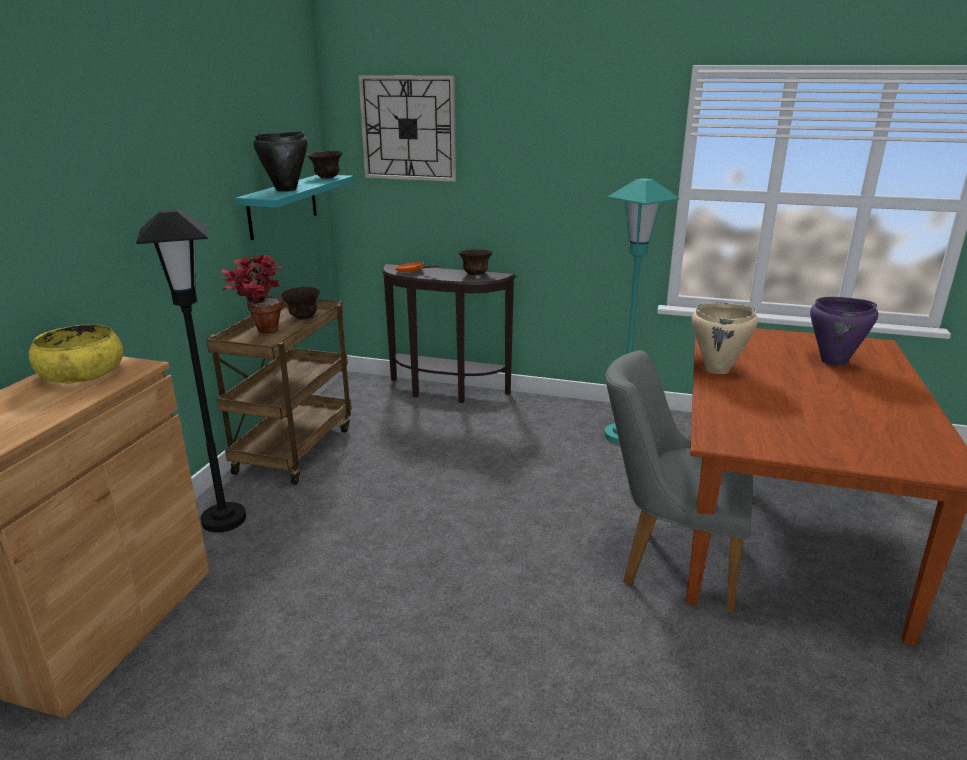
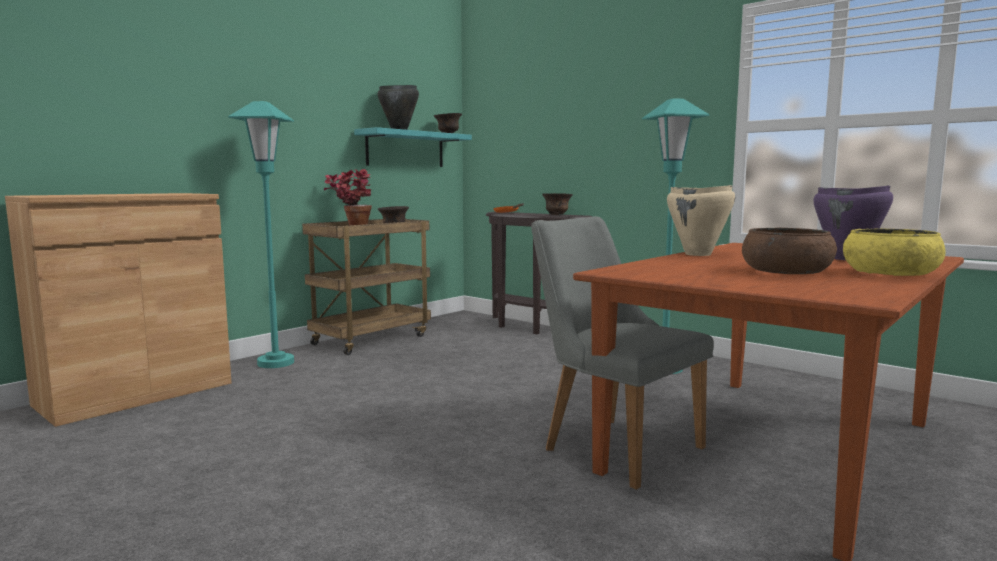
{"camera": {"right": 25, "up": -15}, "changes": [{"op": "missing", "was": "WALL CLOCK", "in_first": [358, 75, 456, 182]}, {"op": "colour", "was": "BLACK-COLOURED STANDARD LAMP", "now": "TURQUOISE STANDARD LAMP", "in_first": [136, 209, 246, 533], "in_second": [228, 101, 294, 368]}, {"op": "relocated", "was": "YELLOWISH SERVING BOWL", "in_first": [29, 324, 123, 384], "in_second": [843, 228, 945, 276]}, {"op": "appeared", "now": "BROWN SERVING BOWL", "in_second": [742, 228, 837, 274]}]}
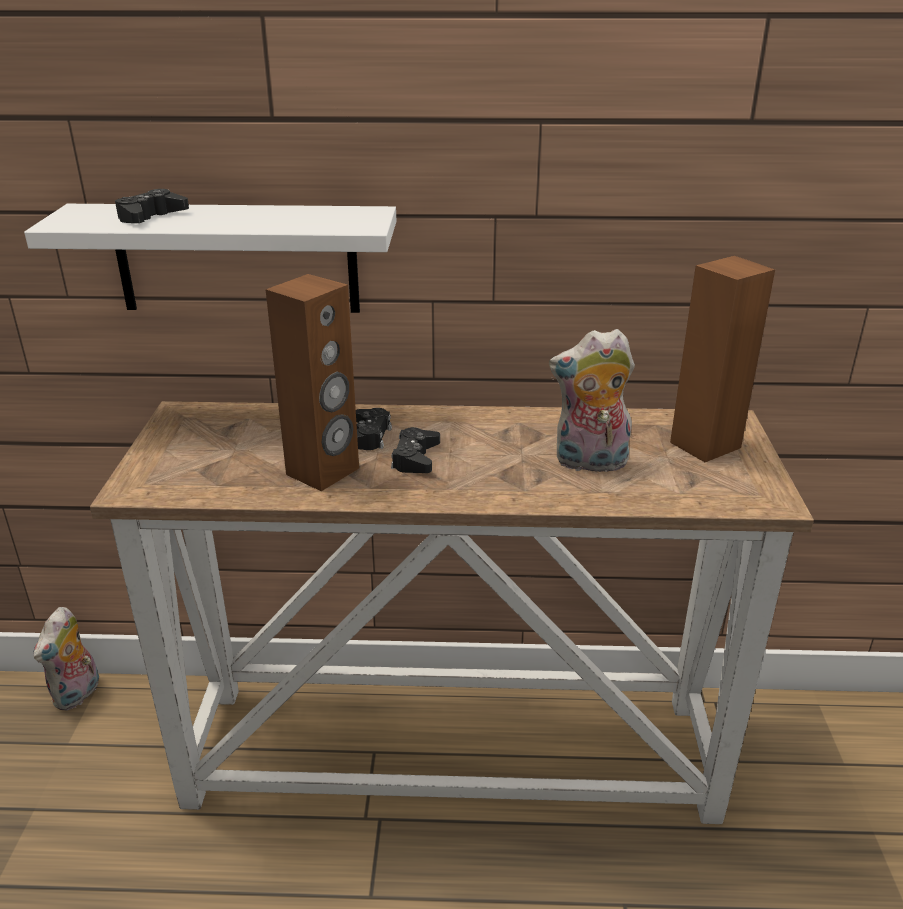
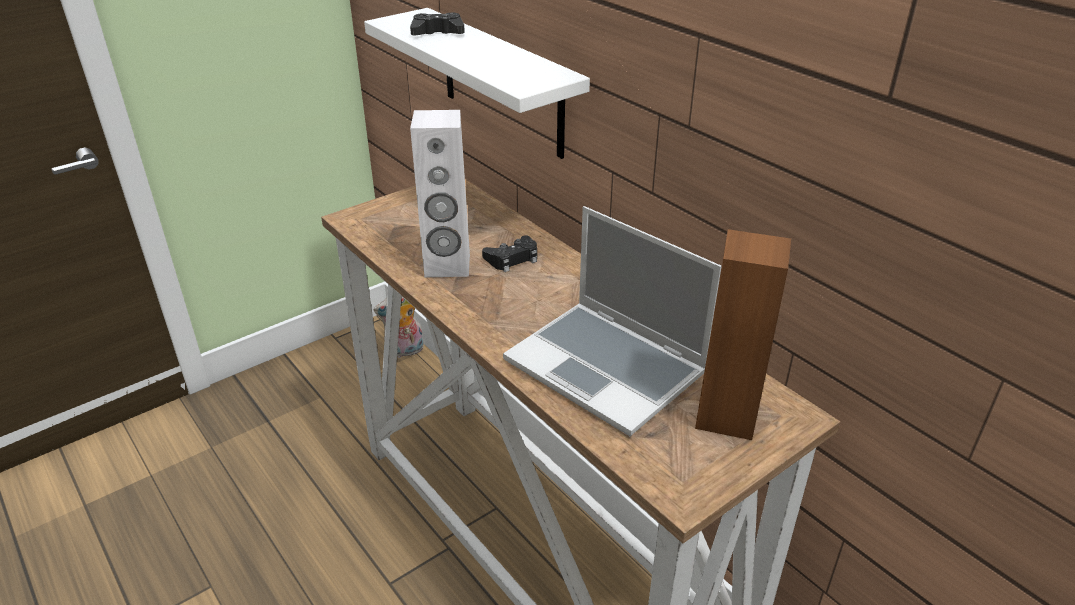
{"camera": {"right": 50, "up": 5}, "changes": [{"op": "colour", "was": "BROWN AUDIO SPEAKER", "now": "WHITISH AUDIO SPEAKER", "in_first": [265, 274, 359, 491], "in_second": [410, 110, 470, 277]}, {"op": "exchanged", "was": "PLUSH TOY", "now": "NOTEBOOK COMPUTER", "in_first": [549, 329, 635, 476], "in_second": [503, 206, 722, 436]}, {"op": "missing", "was": "BLACK-COLOURED JOYPAD", "in_first": [391, 427, 440, 473]}]}
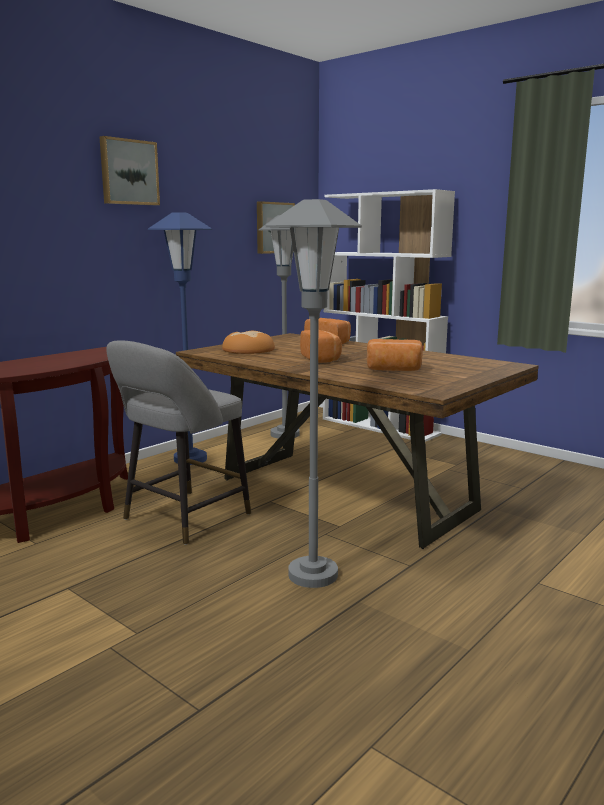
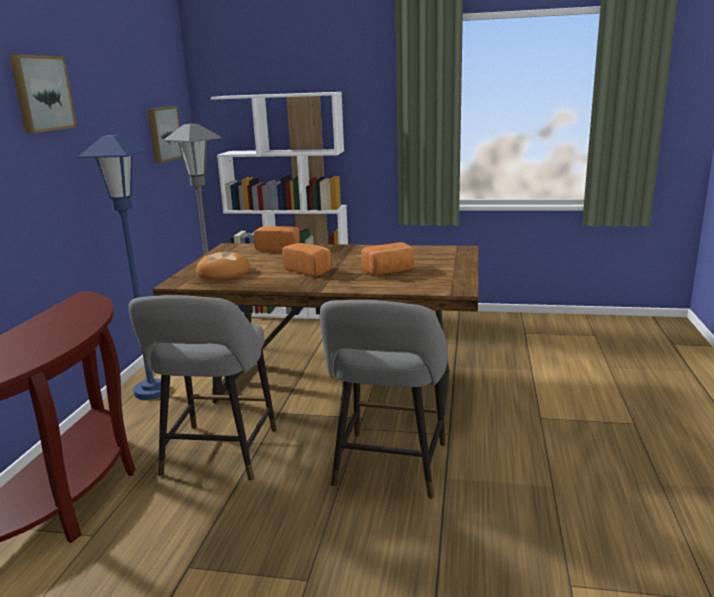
{"camera": {"right": -30, "up": 5}, "changes": [{"op": "exchanged", "was": "GREY STANDARD LAMP", "now": "GREY STOOL SEAT", "in_first": [266, 199, 362, 588], "in_second": [320, 300, 448, 499]}]}
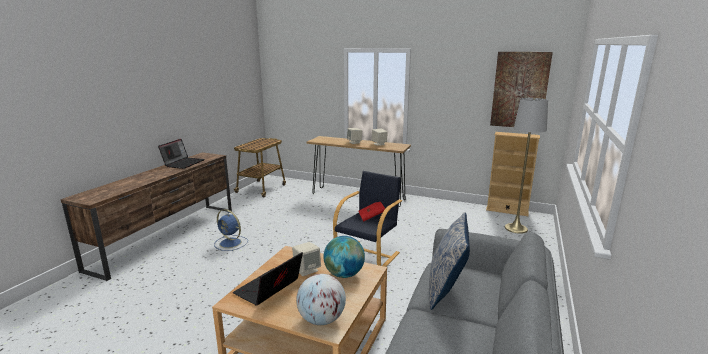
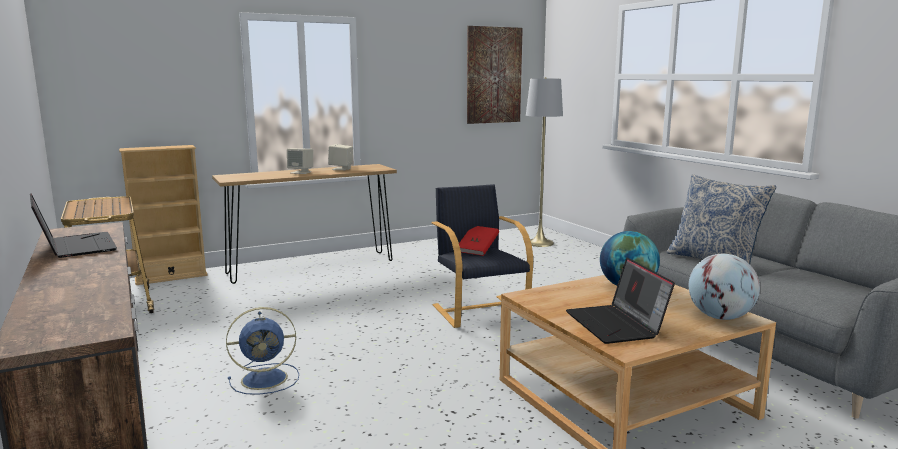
{"camera": {"right": -50, "up": -5}, "changes": [{"op": "relocated", "was": "BEIGE-COLOURED SHELVING UNIT", "in_first": [486, 132, 540, 216], "in_second": [119, 145, 208, 285]}, {"op": "missing", "was": "BEIGE-COLOURED AUDIO SPEAKER", "in_first": [292, 242, 321, 276]}]}
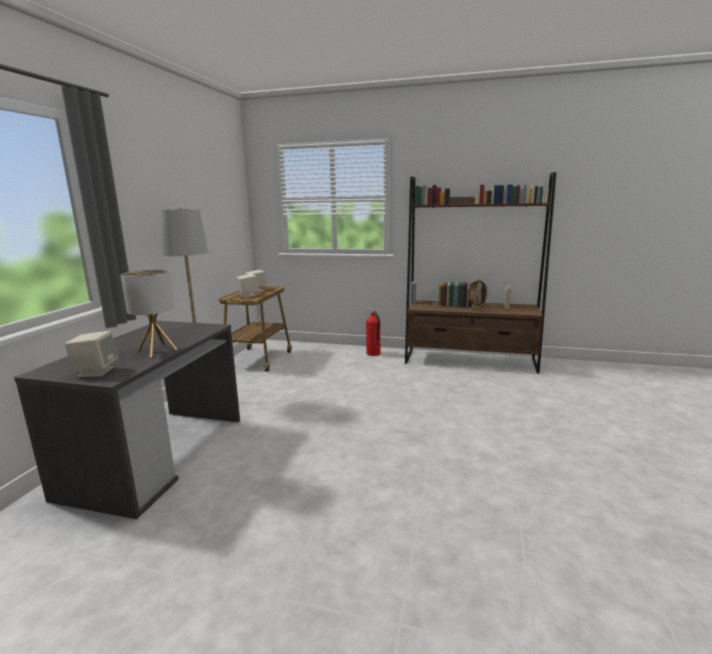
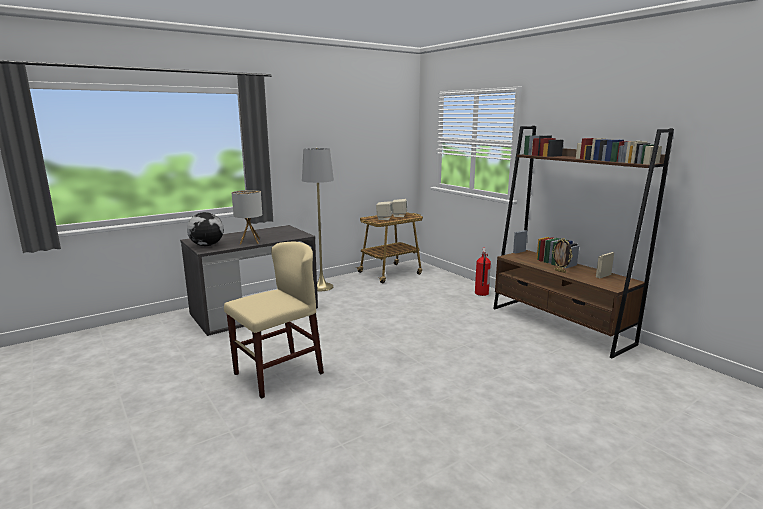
{"camera": {"right": 40, "up": 0}, "changes": [{"op": "exchanged", "was": "BEIGE-COLOURED AUDIO SPEAKER", "now": "DESK GLOBE", "in_first": [65, 331, 118, 377], "in_second": [187, 212, 224, 246]}, {"op": "appeared", "now": "BEIGE-COLOURED UPRIGHT CHAIR", "in_second": [224, 242, 324, 399]}]}
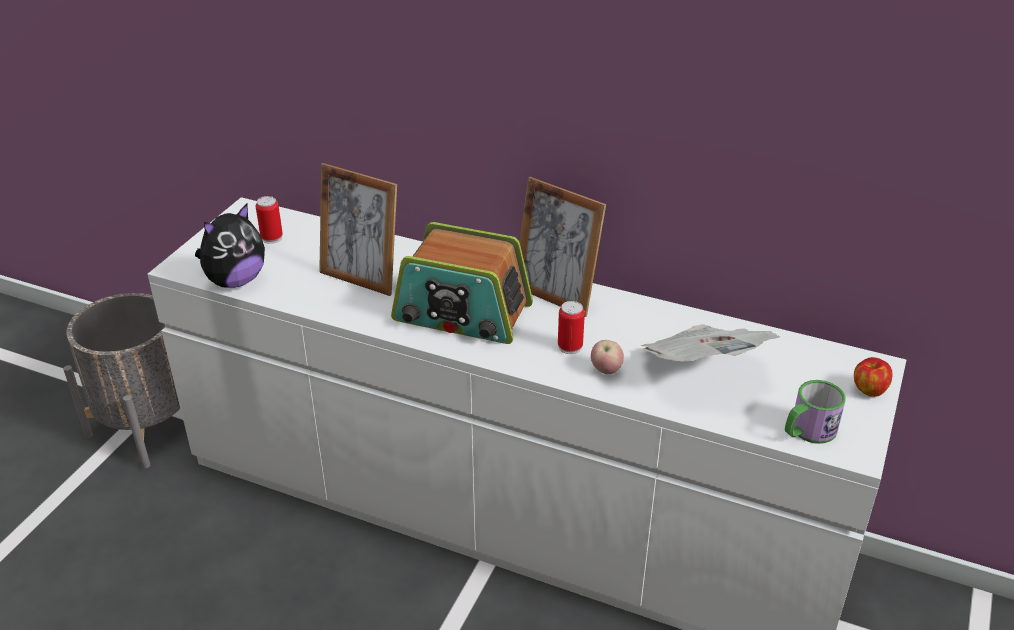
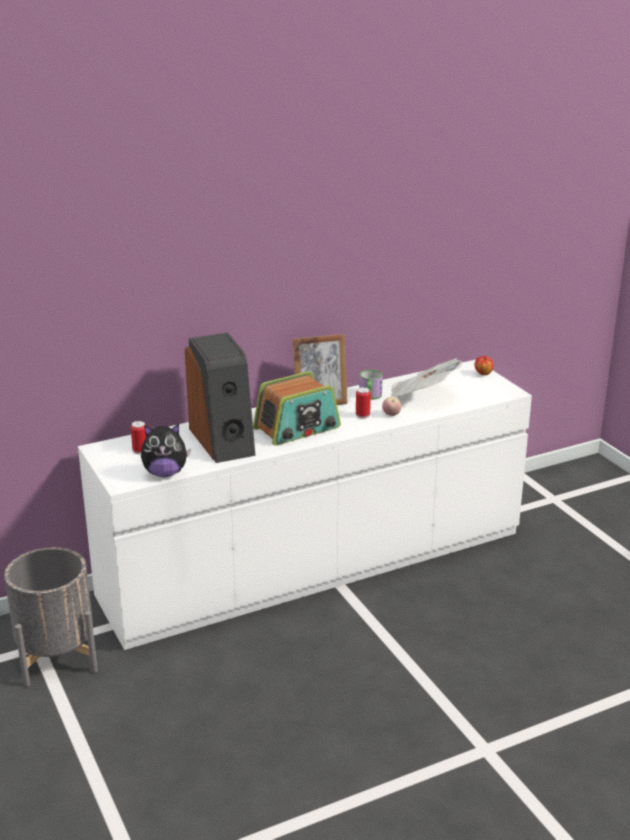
{"camera": {"right": -50, "up": -10}, "changes": [{"op": "exchanged", "was": "PHOTO FRAME", "now": "AUDIO SPEAKER", "in_first": [319, 163, 397, 296], "in_second": [185, 333, 256, 463]}, {"op": "spun", "was": "PLUSH TOY", "in_first": [195, 204, 265, 288], "in_second": [141, 424, 191, 477], "clockwise": 90}, {"op": "relocated", "was": "COFFEE MUG", "in_first": [785, 380, 846, 444], "in_second": [359, 370, 383, 400]}]}
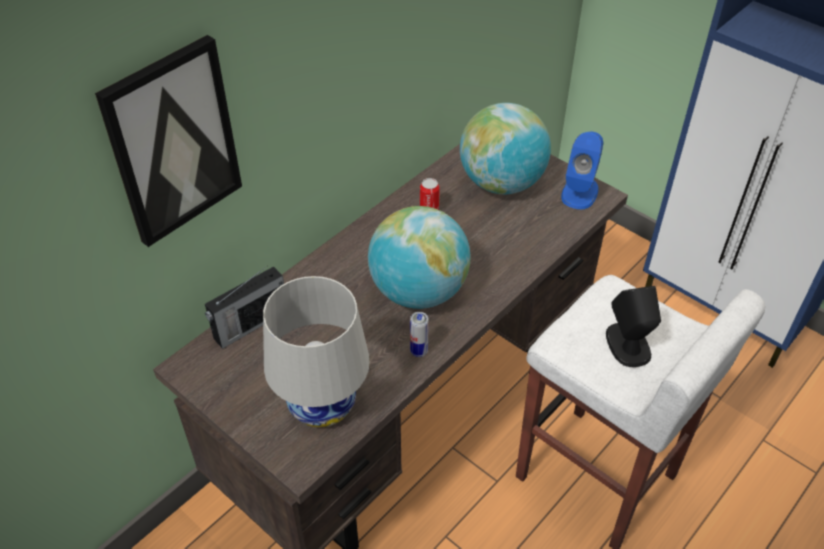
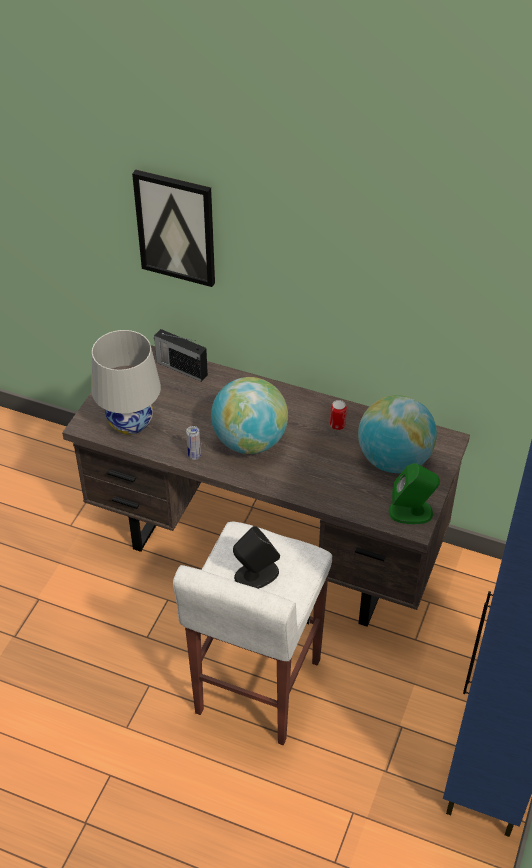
{"camera": {"right": 70, "up": 0}, "changes": [{"op": "colour", "was": "BLUISH AUDIO SPEAKER", "now": "GREEN-COLOURED AUDIO SPEAKER", "in_first": [561, 131, 603, 209], "in_second": [389, 463, 440, 524]}]}
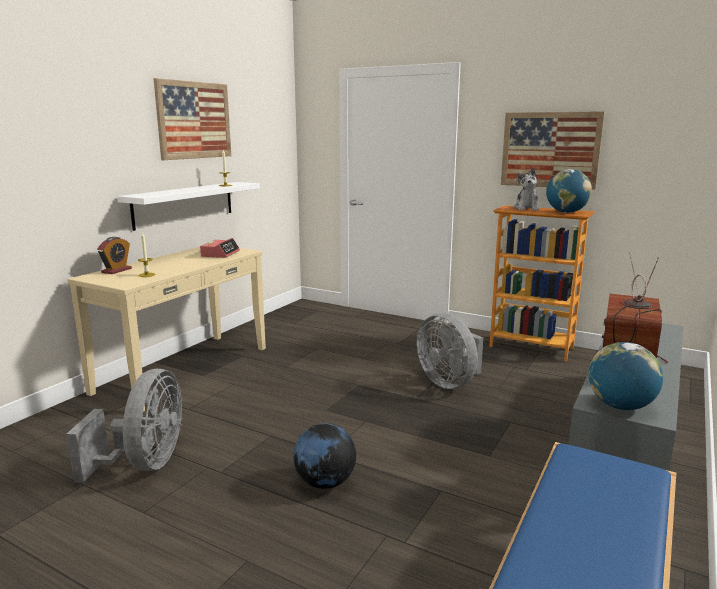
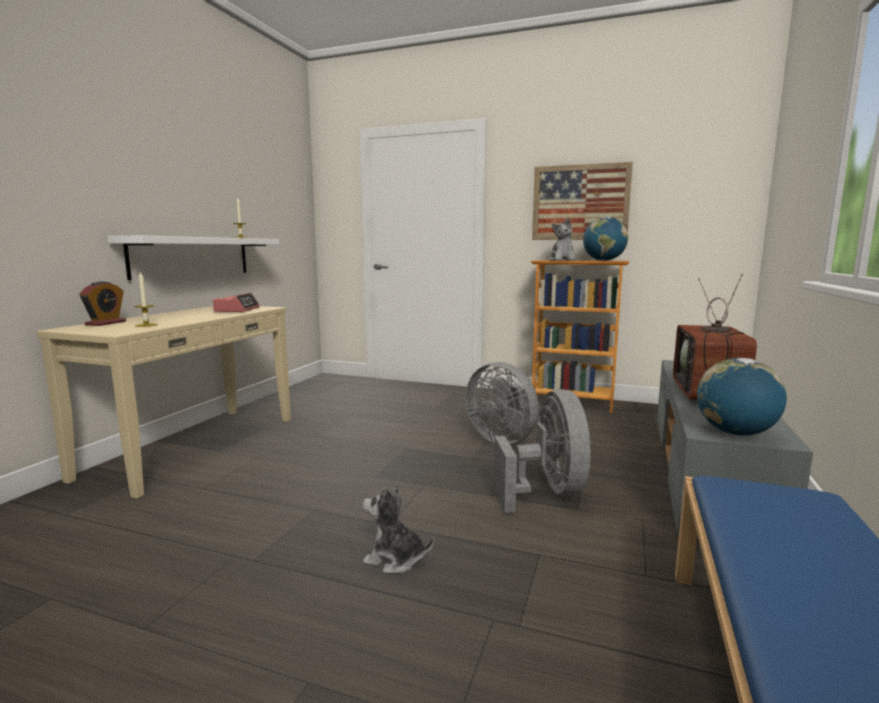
{"camera": {"right": -10, "up": -5}, "changes": [{"op": "missing", "was": "WALL ART", "in_first": [153, 78, 231, 160]}, {"op": "relocated", "was": "GREY ELECTRIC FAN", "in_first": [66, 369, 182, 483], "in_second": [493, 389, 591, 513]}, {"op": "exchanged", "was": "DESK GLOBE", "now": "PLUSH TOY", "in_first": [293, 423, 356, 489], "in_second": [363, 484, 434, 574]}]}
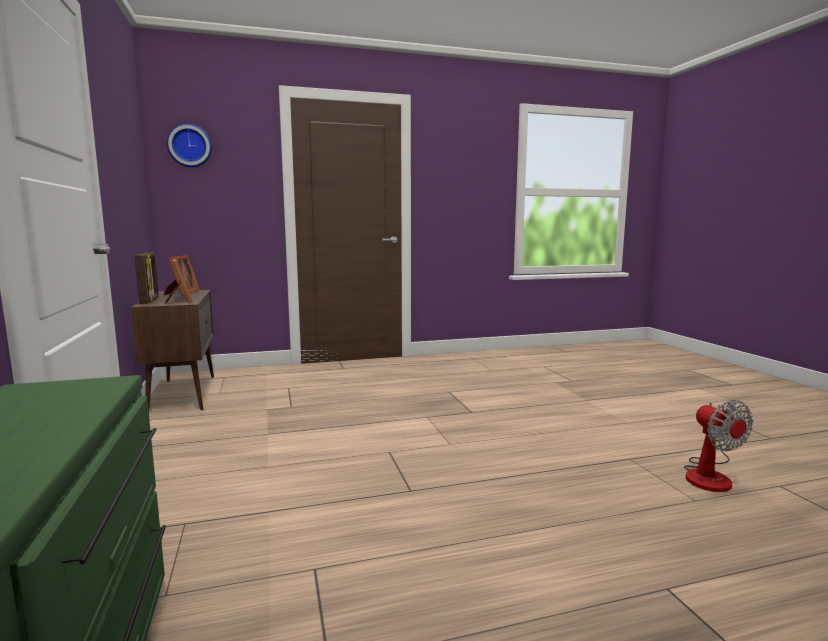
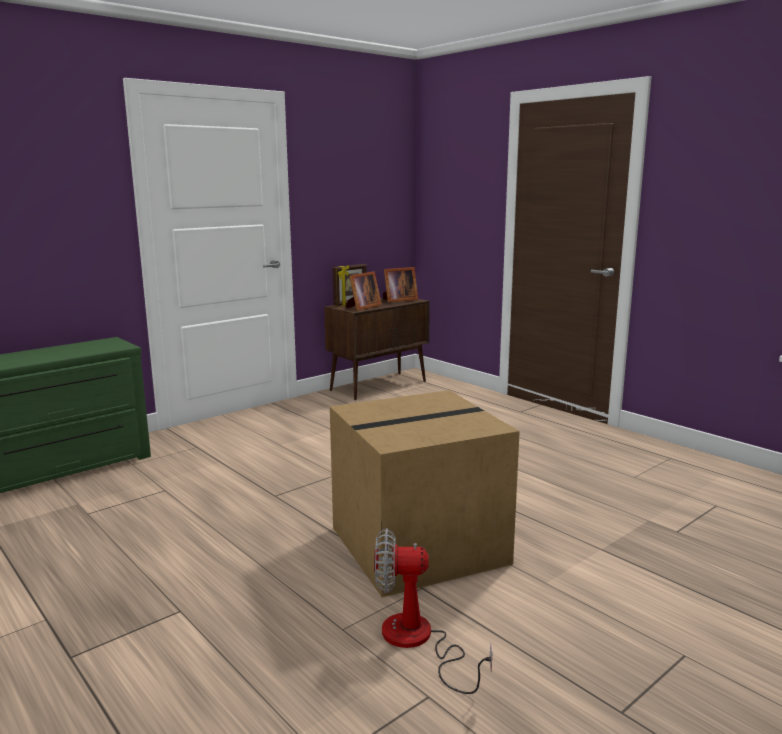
{"camera": {"right": 65, "up": 5}, "changes": [{"op": "missing", "was": "WALL CLOCK", "in_first": [167, 124, 212, 168]}, {"op": "spun", "was": "ELECTRIC FAN", "in_first": [684, 400, 753, 492], "in_second": [374, 528, 492, 694], "clockwise": 45}, {"op": "appeared", "now": "PACKING BOX", "in_second": [330, 390, 520, 597]}]}
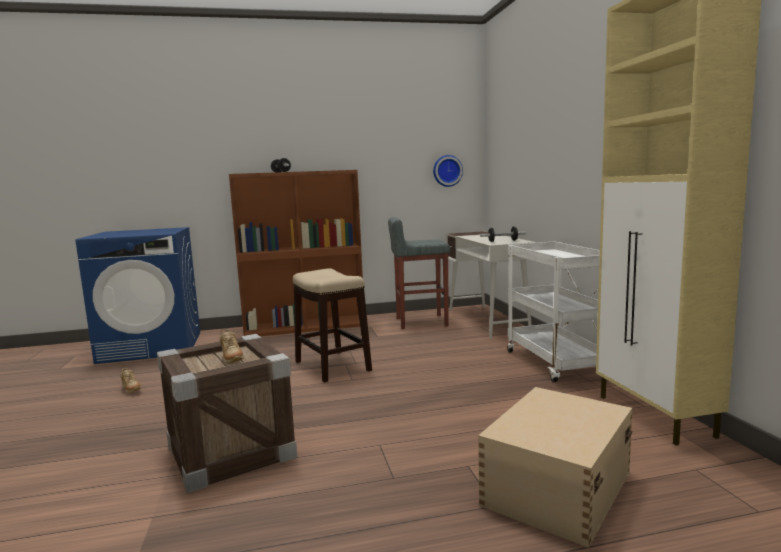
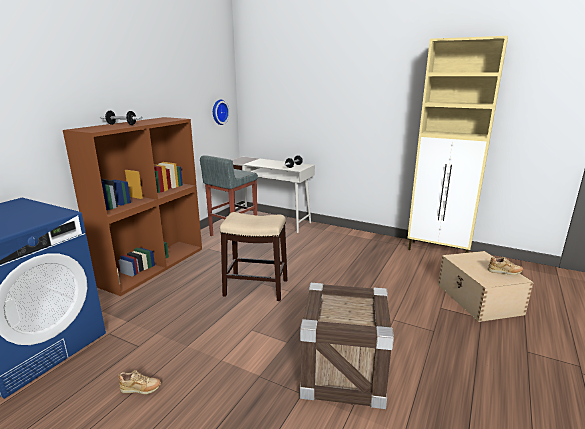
{"camera": {"right": -50, "up": 10}, "changes": [{"op": "missing", "was": "WHITISH CART", "in_first": [507, 241, 600, 382]}, {"op": "relocated", "was": "BEIGE-COLOURED SHOE", "in_first": [220, 329, 244, 364], "in_second": [488, 257, 523, 275]}]}
